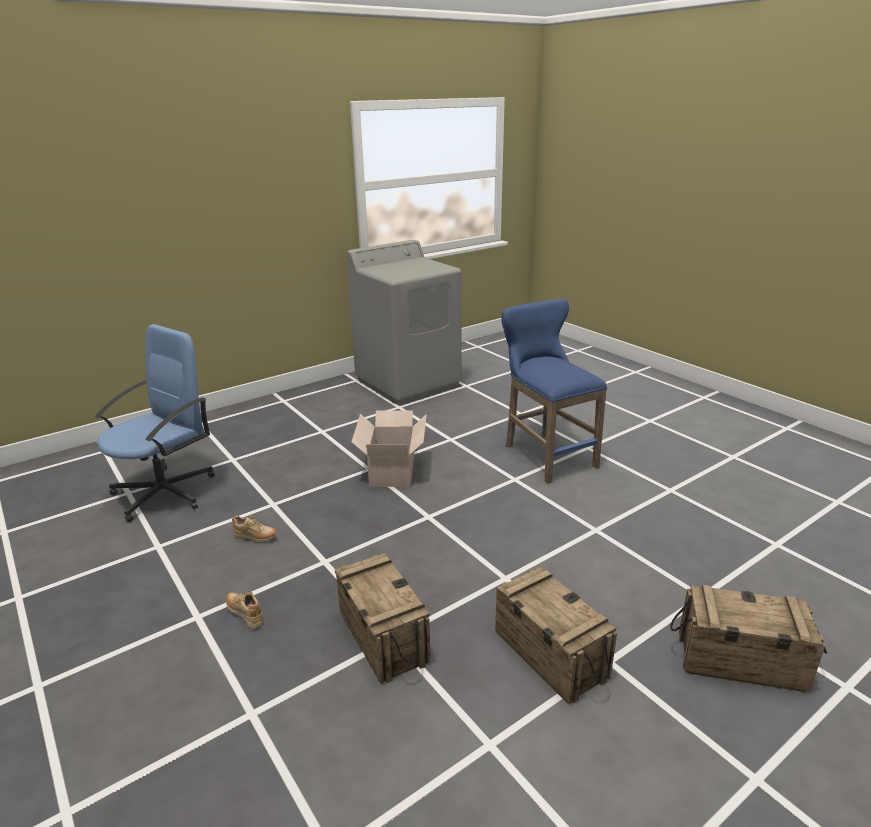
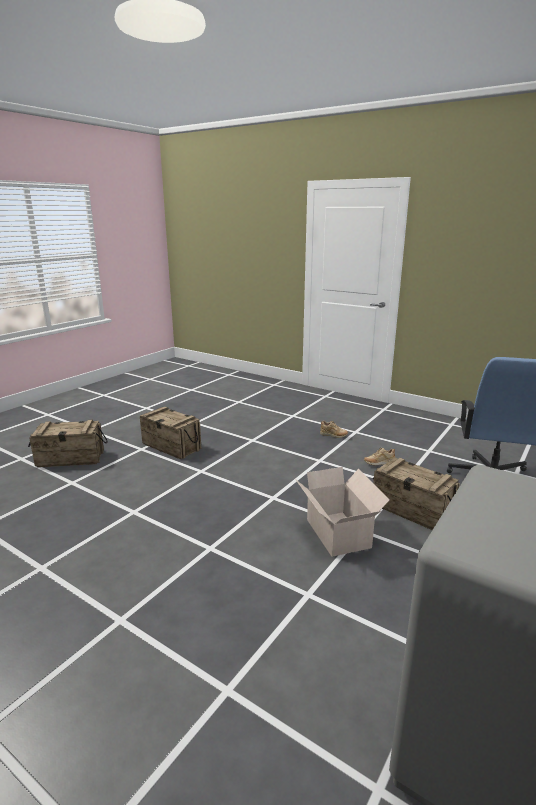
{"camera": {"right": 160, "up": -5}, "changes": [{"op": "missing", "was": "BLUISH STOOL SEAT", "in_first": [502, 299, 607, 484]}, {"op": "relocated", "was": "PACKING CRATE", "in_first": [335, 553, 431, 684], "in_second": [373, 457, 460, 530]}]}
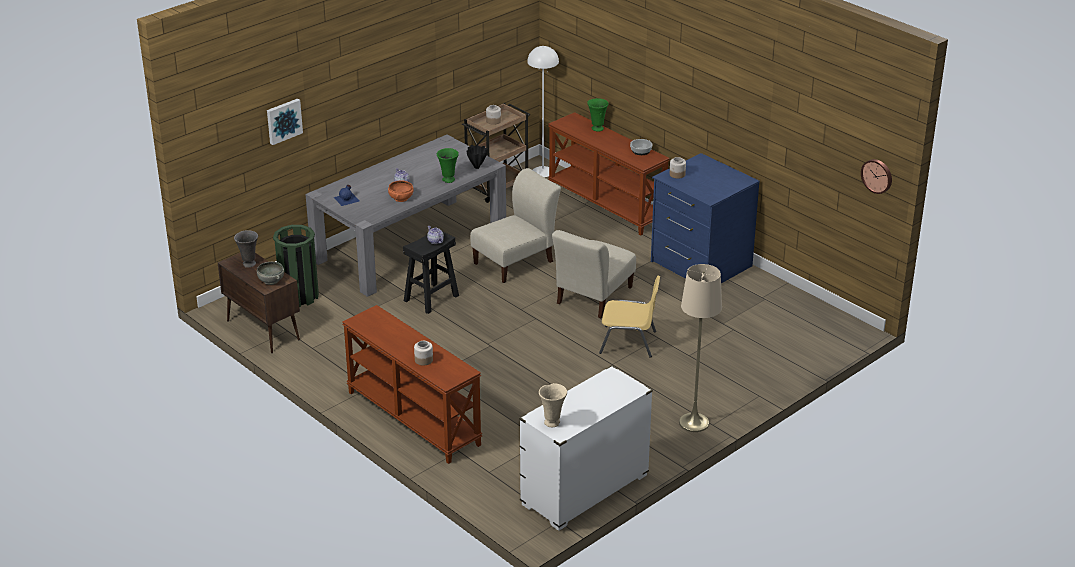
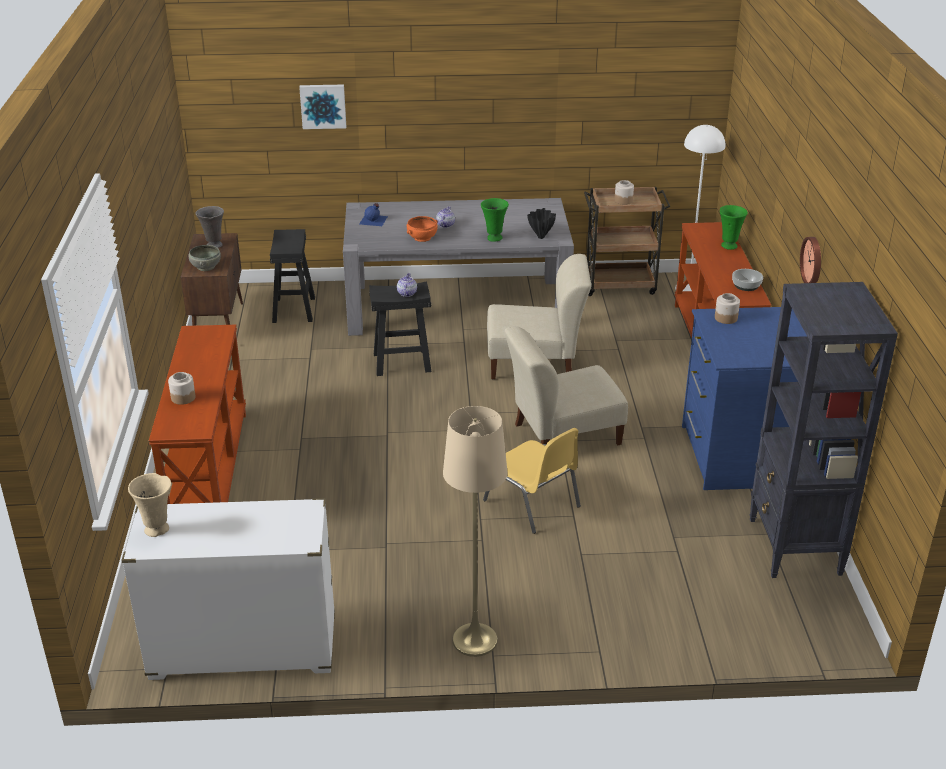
{"camera": {"right": 40, "up": 0}, "changes": [{"op": "relocated", "was": "WALL CLOCK", "in_first": [861, 159, 892, 194], "in_second": [800, 237, 821, 283]}, {"op": "exchanged", "was": "GREEN-COLOURED WASTE BIN", "now": "BLACK-COLOURED STOOL SEAT", "in_first": [273, 225, 319, 307], "in_second": [270, 229, 315, 323]}, {"op": "appeared", "now": "BLACK-COLOURED SHELVING UNIT", "in_second": [749, 282, 898, 578]}]}
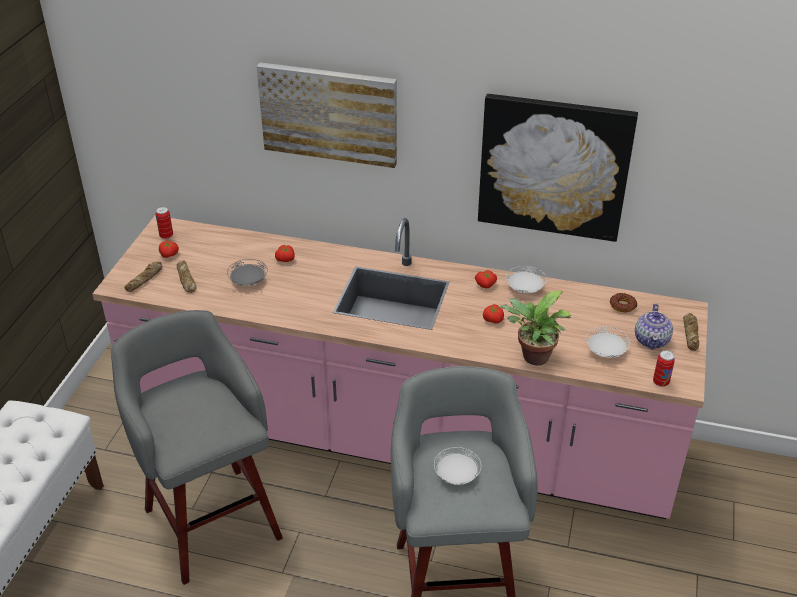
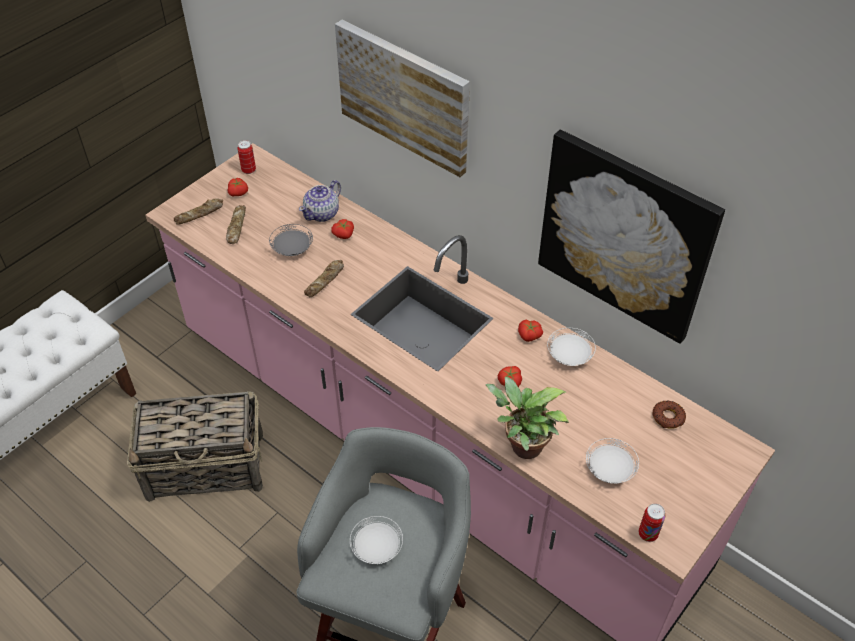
{"camera": {"right": 25, "up": 10}, "changes": [{"op": "relocated", "was": "TEA POT", "in_first": [635, 304, 673, 350], "in_second": [299, 180, 341, 222]}, {"op": "exchanged", "was": "GREY STOOL SEAT", "now": "HOUSEHOLD BASKET", "in_first": [111, 310, 283, 585], "in_second": [127, 391, 263, 502]}, {"op": "relocated", "was": "BAKERY BREAD", "in_first": [683, 313, 699, 351], "in_second": [304, 260, 344, 297]}]}
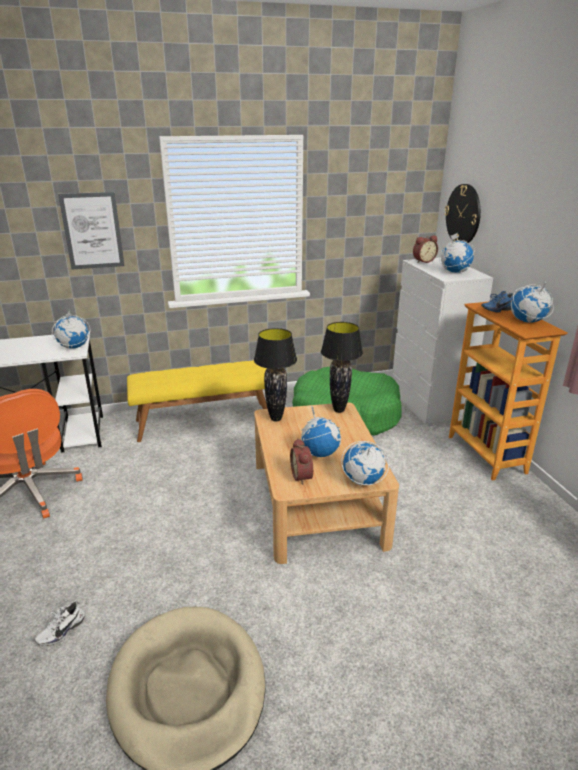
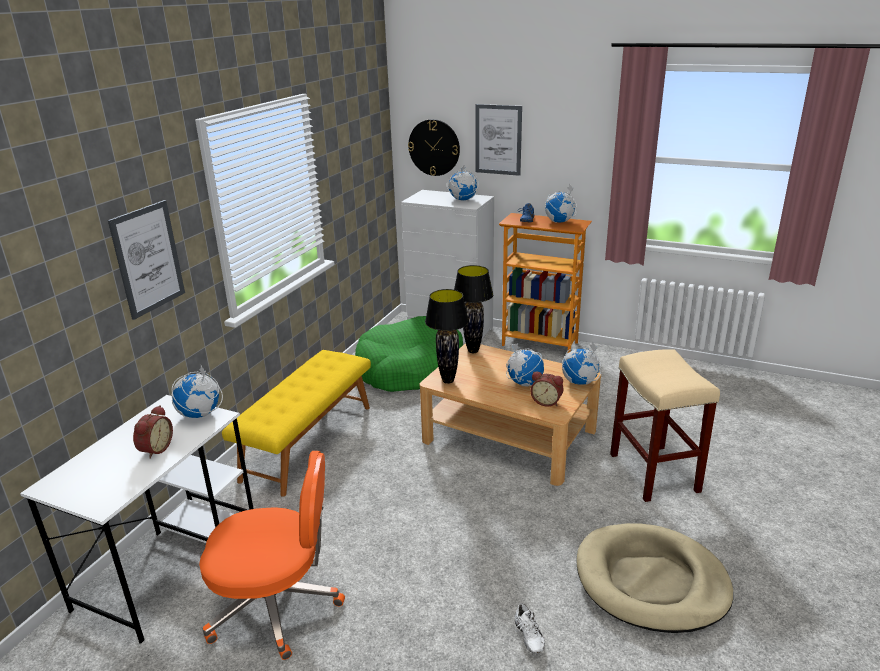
{"camera": {"right": -50, "up": 0}, "changes": [{"op": "relocated", "was": "TABLE CLOCK", "in_first": [413, 235, 438, 263], "in_second": [133, 405, 173, 459]}, {"op": "appeared", "now": "WALL ART", "in_second": [475, 104, 522, 176]}, {"op": "appeared", "now": "BEIGE-COLOURED STOOL SEAT", "in_second": [610, 350, 720, 502]}]}
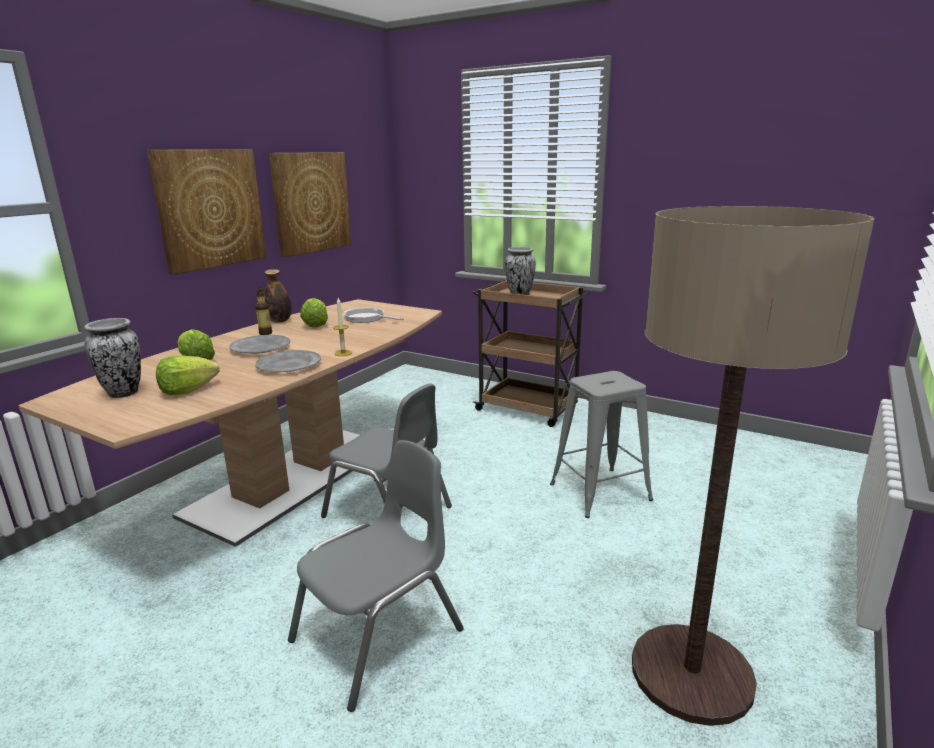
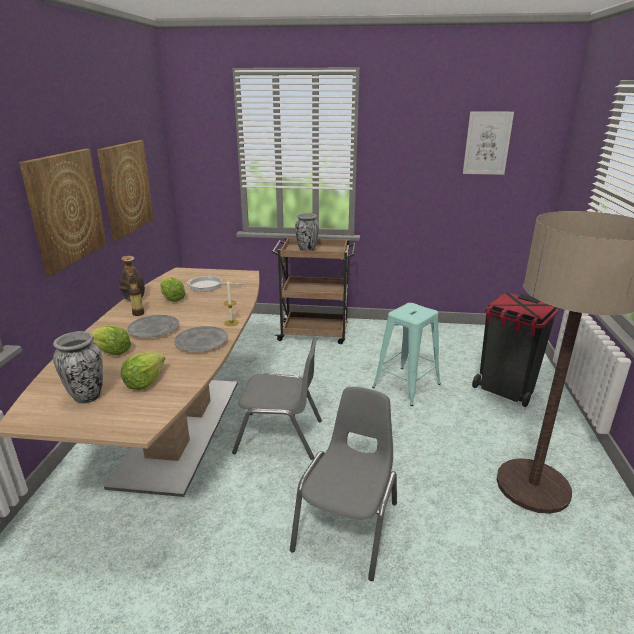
{"camera": {"right": -25, "up": 5}, "changes": [{"op": "colour", "was": "GREY STOOL SEAT", "now": "TURQUOISE STOOL SEAT", "in_first": [550, 371, 653, 518], "in_second": [372, 303, 441, 406]}, {"op": "appeared", "now": "WALL ART", "in_second": [463, 111, 514, 175]}, {"op": "appeared", "now": "BLACK-COLOURED WASTE BIN", "in_second": [472, 293, 558, 407]}]}
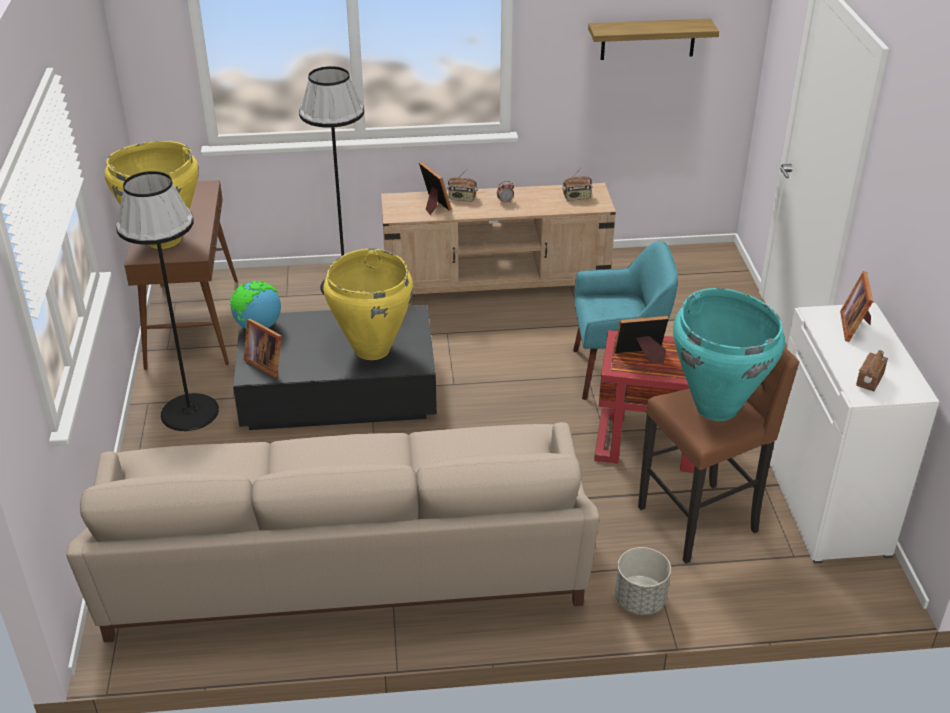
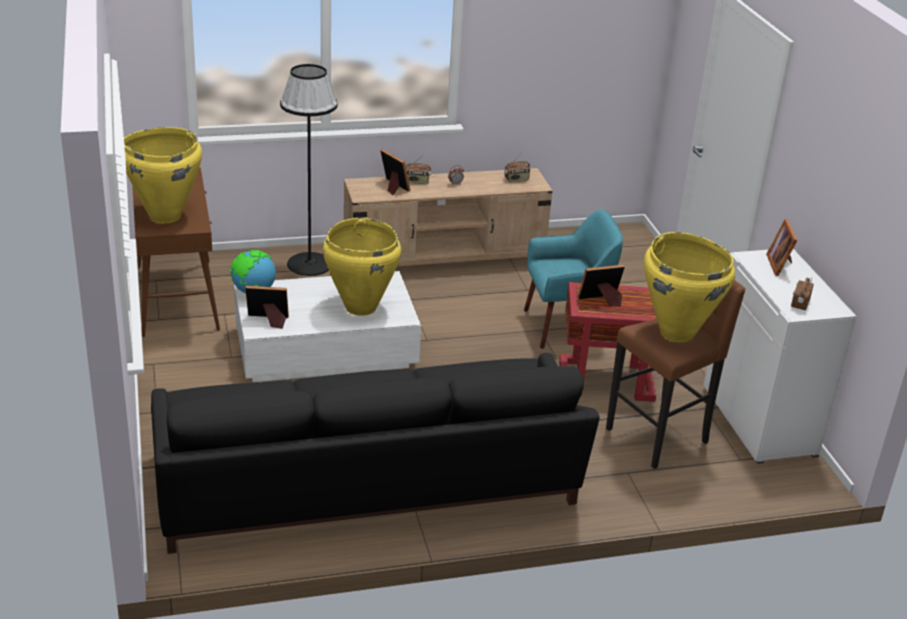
{"camera": {"right": -10, "up": -5}, "changes": [{"op": "missing", "was": "WALL SHELF", "in_first": [588, 19, 719, 60]}, {"op": "missing", "was": "BLACK-COLOURED STANDARD LAMP", "in_first": [116, 171, 219, 431]}, {"op": "colour", "was": "TURQUOISE VASE", "now": "YELLOWISH VASE", "in_first": [673, 288, 785, 421], "in_second": [644, 232, 735, 342]}, {"op": "colour", "was": "BLACK-COLOURED COFFEE TABLE", "now": "WHITISH COFFEE TABLE", "in_first": [233, 305, 437, 430], "in_second": [234, 271, 421, 382]}, {"op": "spun", "was": "PHOTO FRAME", "in_first": [244, 319, 282, 378], "in_second": [245, 286, 289, 329], "clockwise": 150}, {"op": "colour", "was": "BEIGE-COLOURED COUCH", "now": "BLACK-COLOURED COUCH", "in_first": [66, 422, 600, 642], "in_second": [151, 353, 600, 554]}, {"op": "missing", "was": "GREY PLANT POT", "in_first": [615, 547, 671, 615]}]}
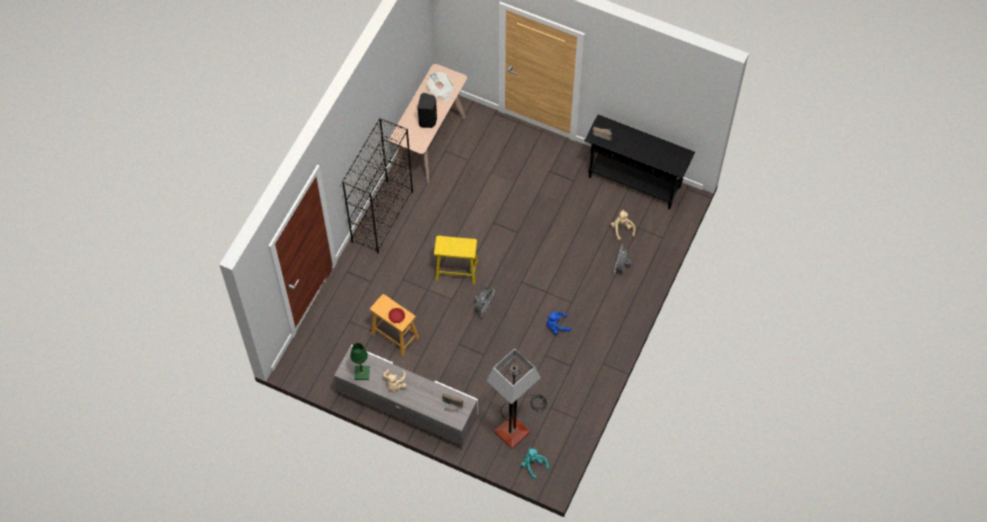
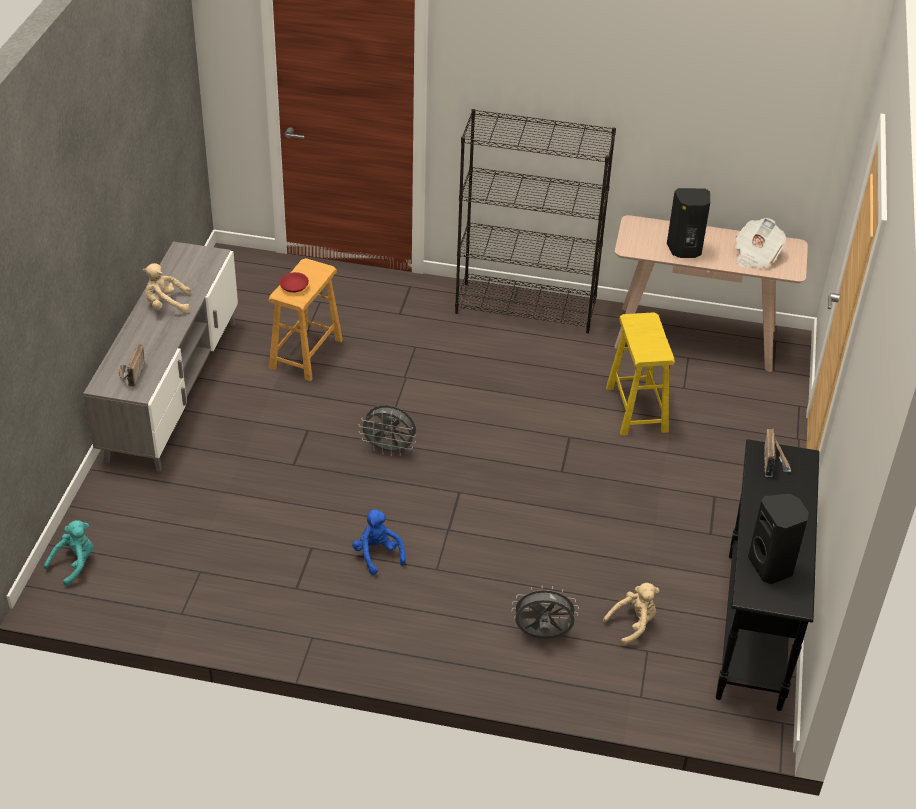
{"camera": {"right": 75, "up": -20}, "changes": [{"op": "relocated", "was": "YELLOWISH STOOL SEAT", "in_first": [434, 236, 478, 284], "in_second": [606, 312, 675, 436]}, {"op": "missing", "was": "GREEN-COLOURED LAMP FOR A TABLE", "in_first": [350, 343, 370, 380]}, {"op": "missing", "was": "STANDARD LAMP", "in_first": [486, 349, 547, 449]}, {"op": "appeared", "now": "BLACK-COLOURED AUDIO SPEAKER", "in_second": [748, 494, 809, 584]}]}
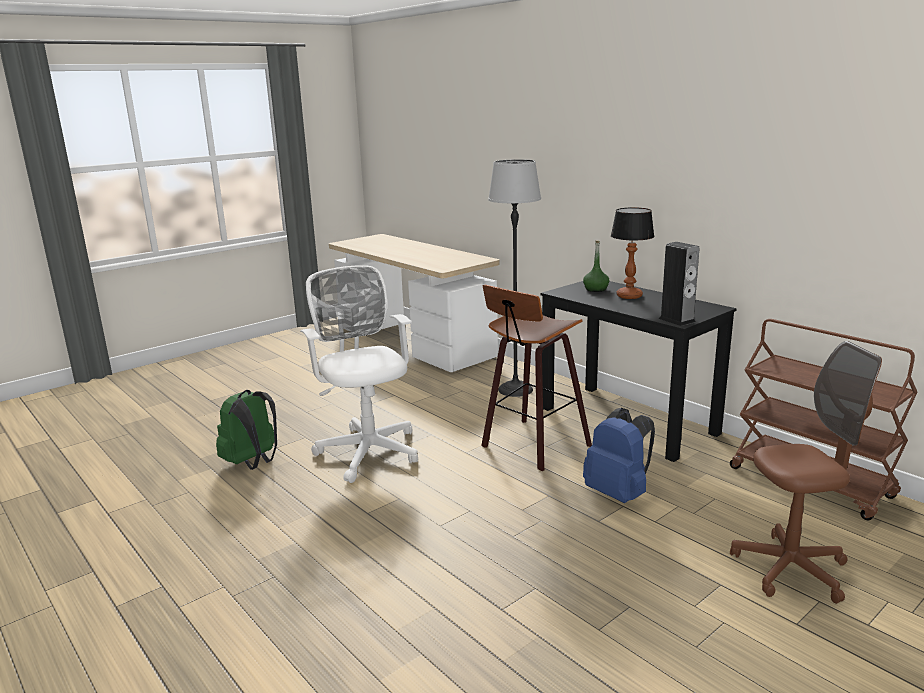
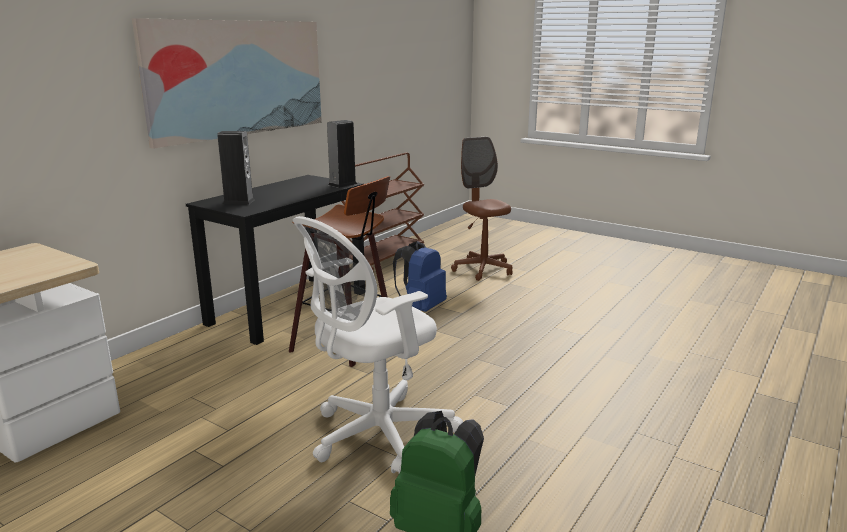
{"camera": {"right": -105, "up": 0}, "changes": [{"op": "missing", "was": "STANDARD LAMP", "in_first": [488, 159, 541, 397]}, {"op": "missing", "was": "LAMP FOR A TABLE", "in_first": [611, 207, 654, 299]}, {"op": "exchanged", "was": "GREEN-COLOURED BOTTLE", "now": "AUDIO SPEAKER", "in_first": [583, 240, 609, 292], "in_second": [217, 131, 255, 204]}, {"op": "appeared", "now": "WALL ART", "in_second": [132, 18, 322, 149]}]}
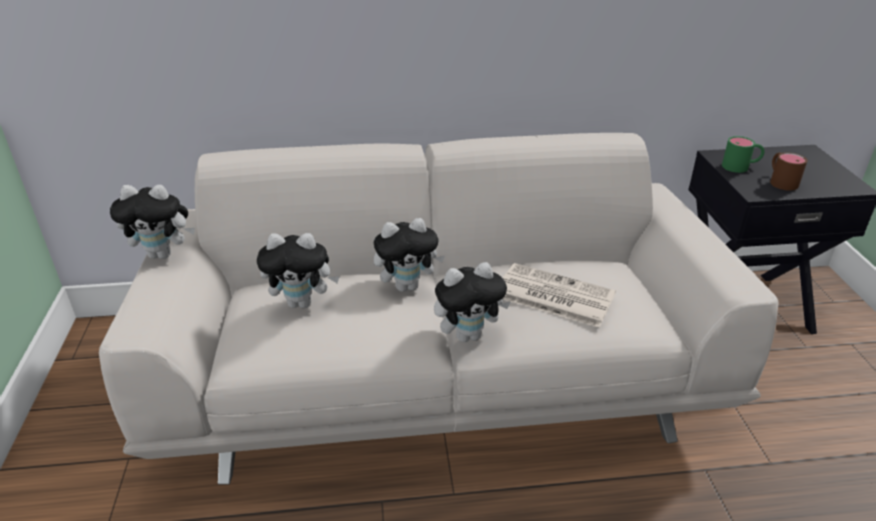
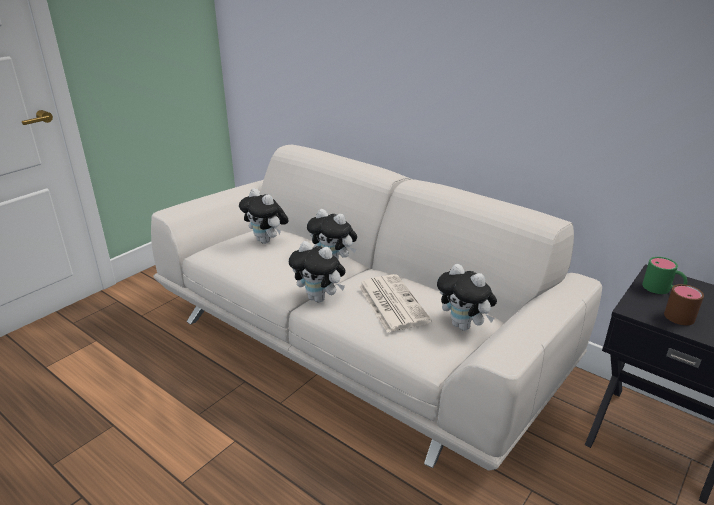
{"camera": {"right": 45, "up": -5}, "changes": [{"op": "relocated", "was": "PLUSH TOY", "in_first": [110, 185, 195, 259], "in_second": [437, 264, 497, 331]}]}
